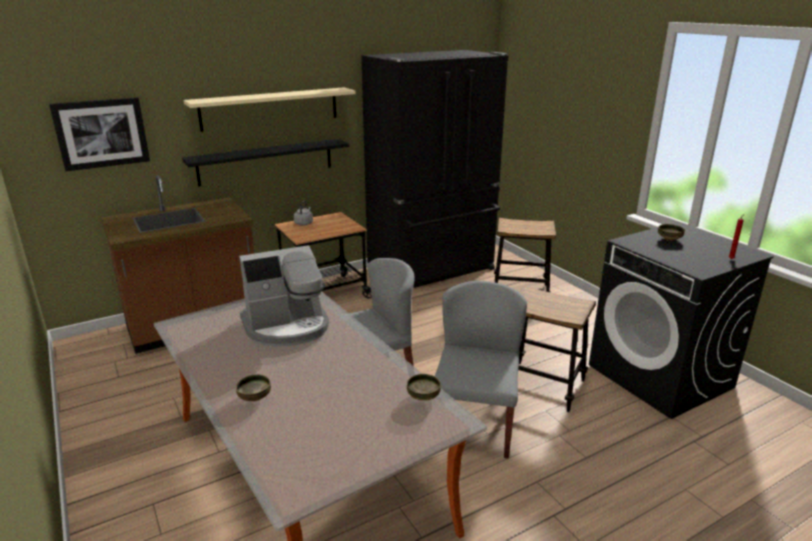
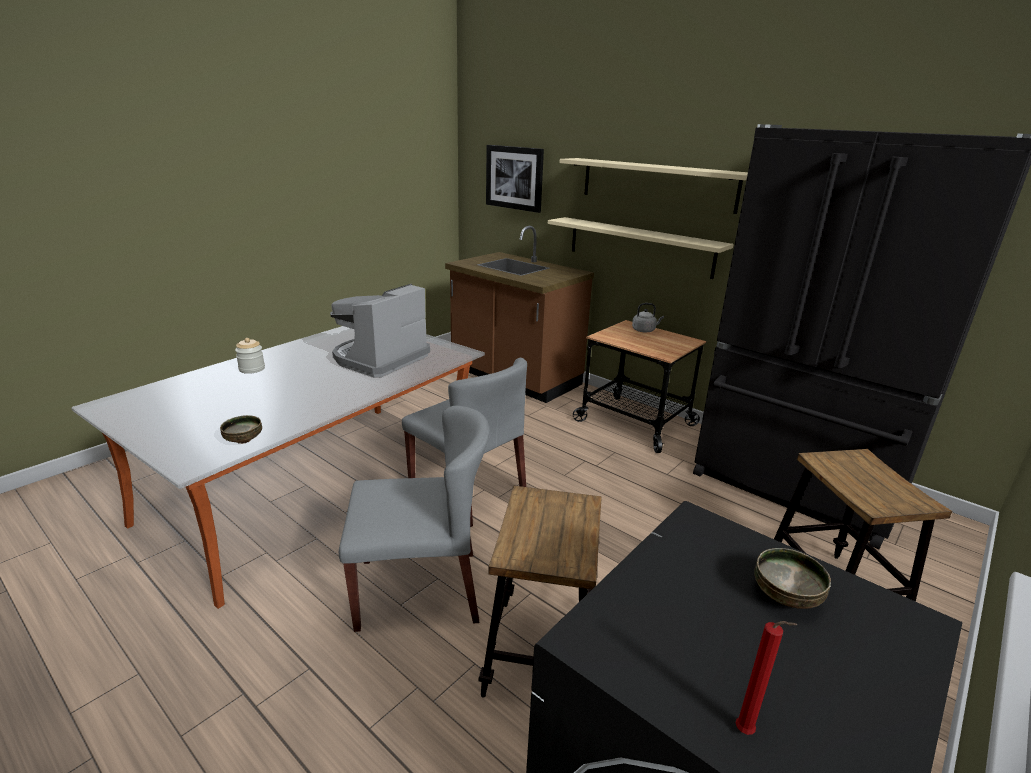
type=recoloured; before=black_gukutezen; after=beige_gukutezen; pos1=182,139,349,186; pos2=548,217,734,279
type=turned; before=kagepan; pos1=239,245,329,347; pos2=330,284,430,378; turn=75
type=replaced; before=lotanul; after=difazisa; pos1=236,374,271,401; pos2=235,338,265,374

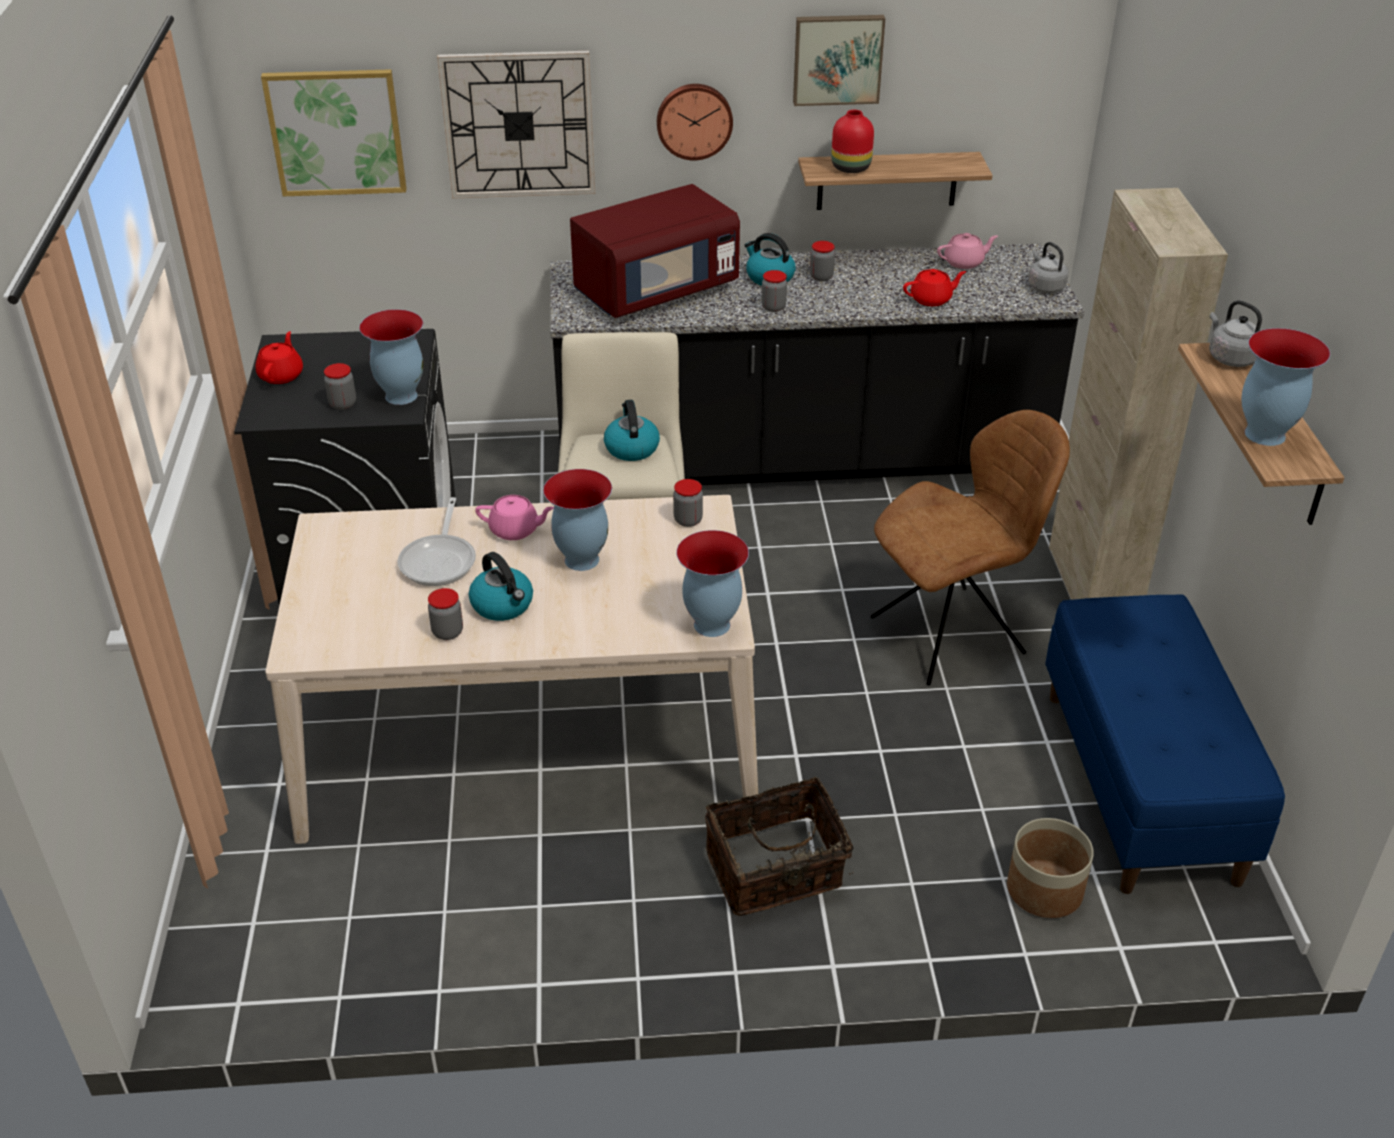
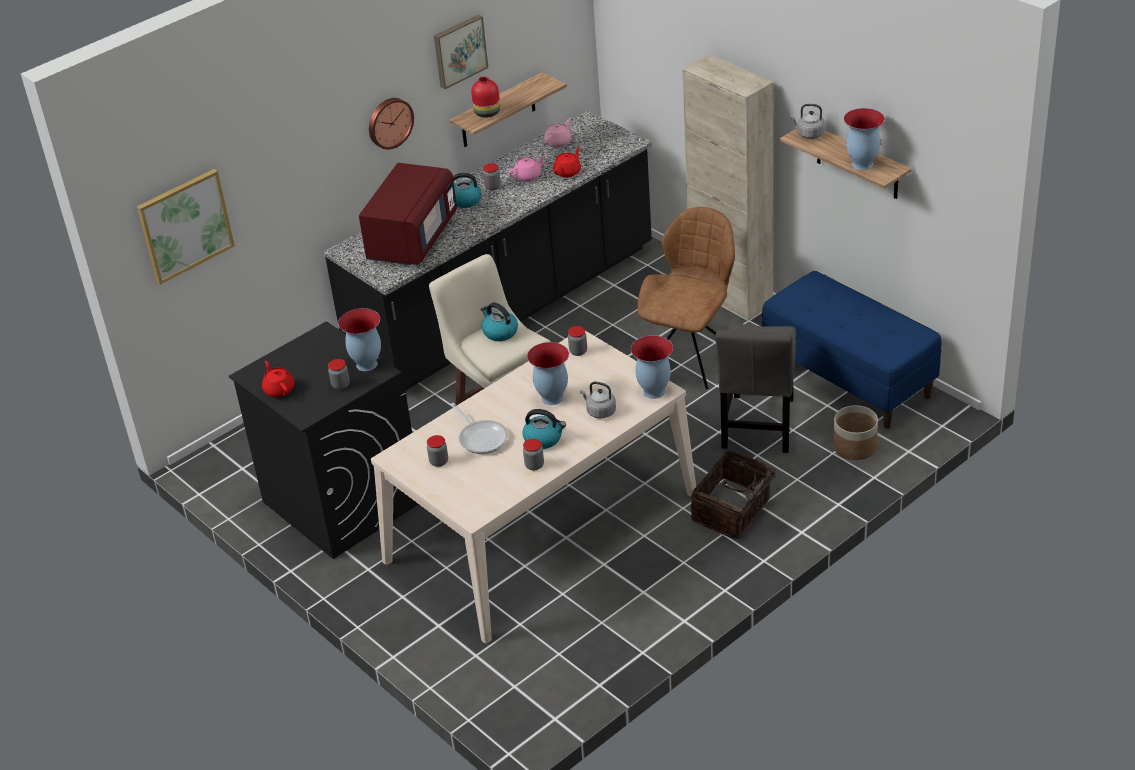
type=removed; before=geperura; pos1=437,51,595,199
type=moved; before=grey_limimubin; pos1=1028,242,1069,293; pos2=580,381,616,418
type=moved; before=difazisa; pos1=761,270,787,312; pos2=427,435,448,467
type=moved; before=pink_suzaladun; pos1=475,495,554,540; pos2=509,154,546,182
type=added; after=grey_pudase; pos2=715,324,796,453

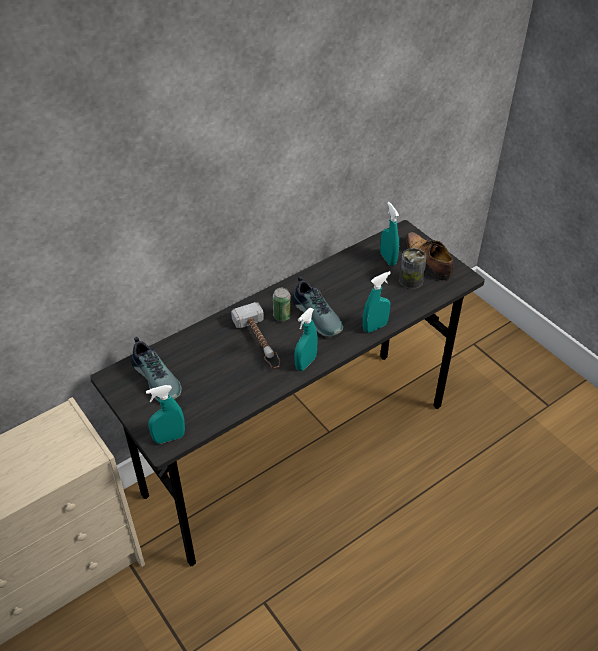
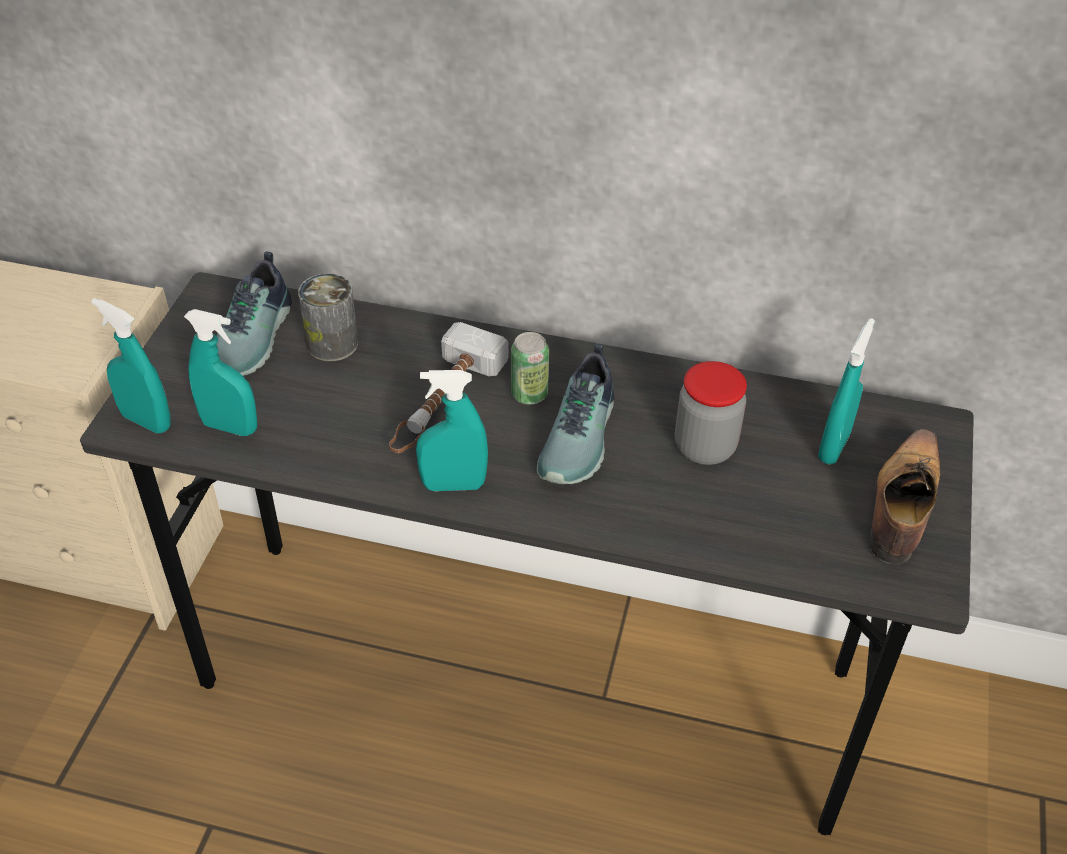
type=moved; before=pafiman; pos1=399,248,427,289; pos2=298,273,358,361
type=moved; before=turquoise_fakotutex; pos1=363,271,391,333; pos2=184,309,257,436
type=added; after=difazisa; pos2=675,361,747,465

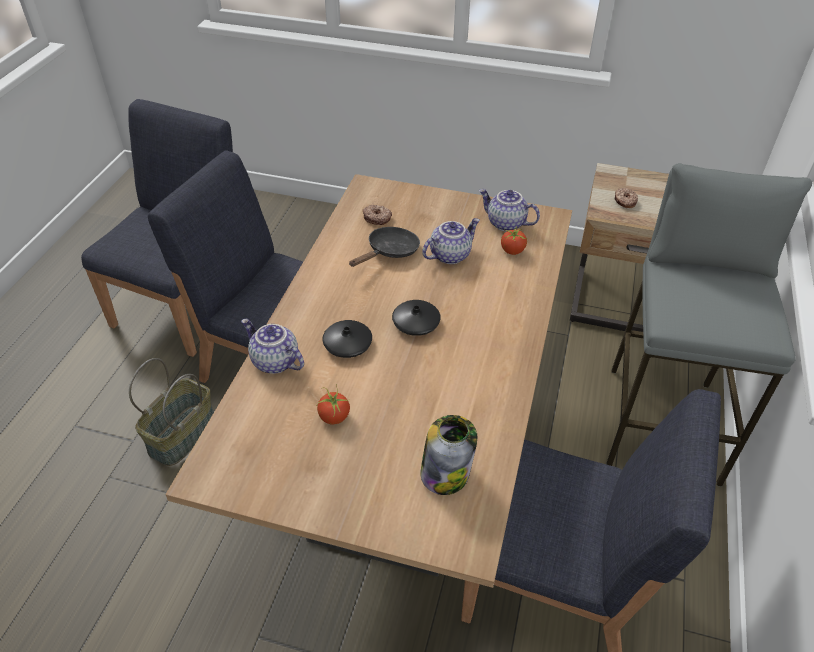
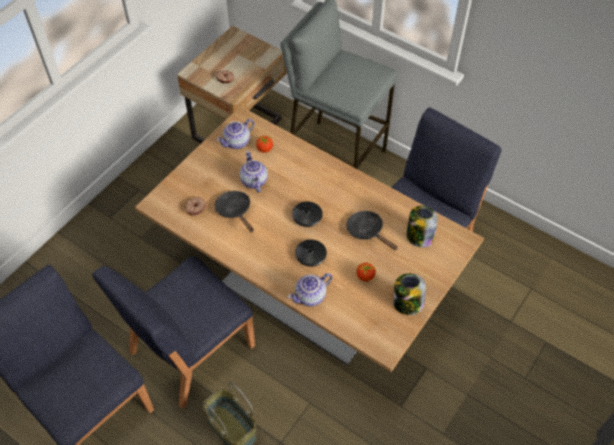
type=added; after=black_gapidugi; pos2=346,211,398,250
type=added; after=difazisa; pos2=393,273,426,315

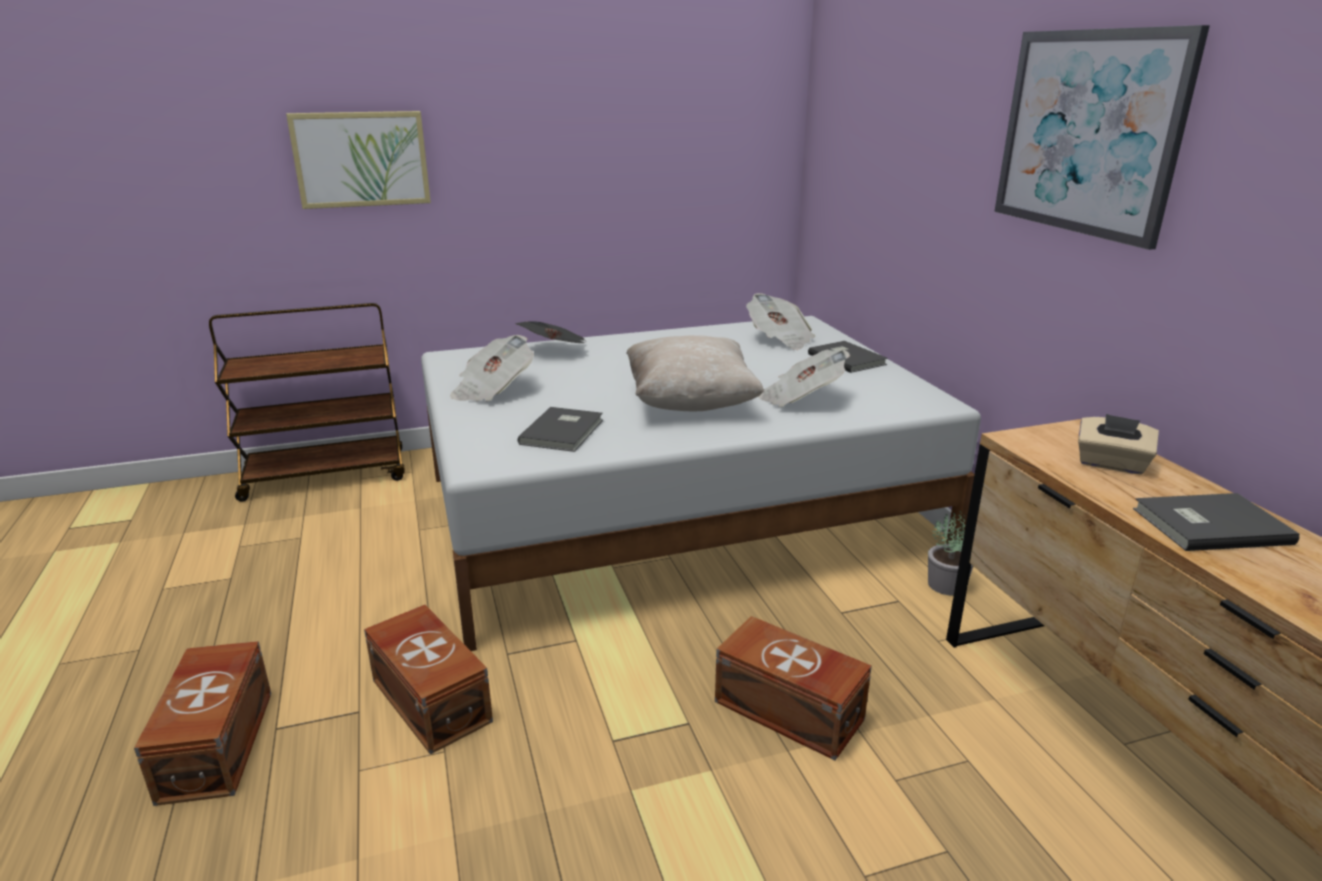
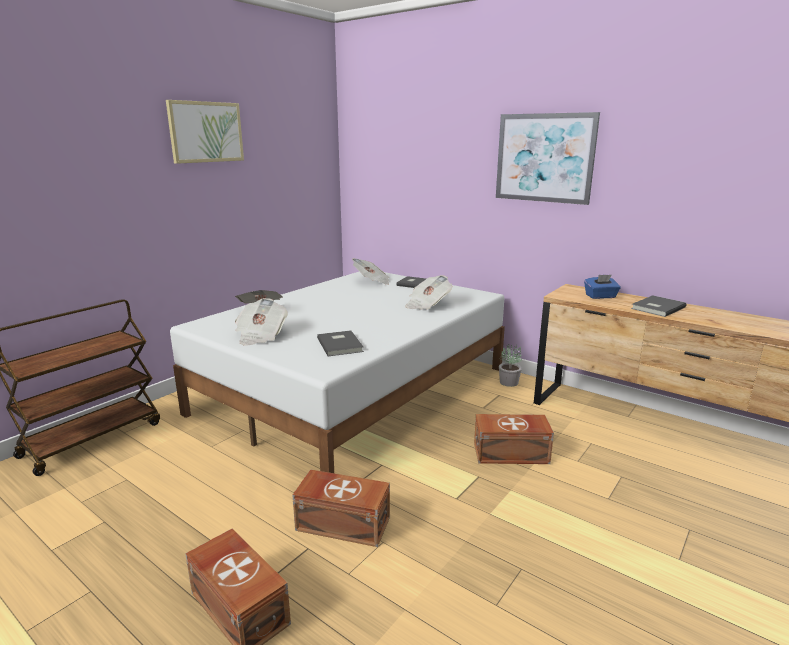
type=moved; before=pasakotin; pos1=286,111,431,209; pos2=166,100,244,164
type=removed; before=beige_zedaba; pos1=626,335,764,411
type=recoloured; before=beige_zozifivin; after=blue_zozifivin; pos1=1078,414,1159,475; pos2=584,275,621,299

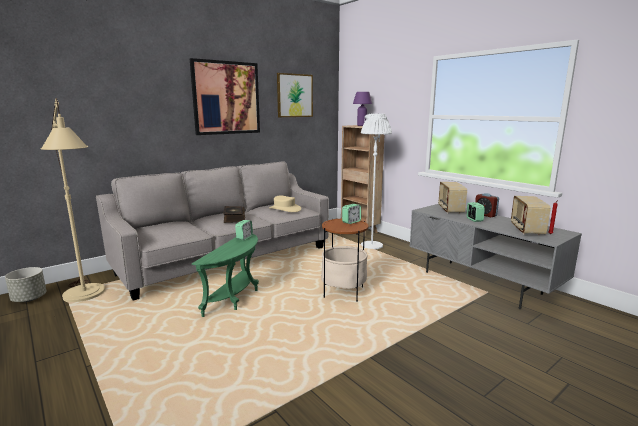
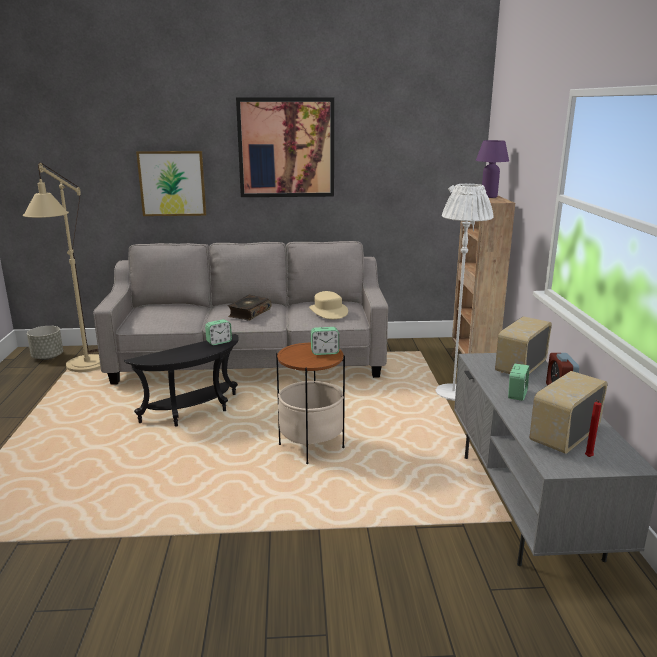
type=moved; before=pasakotin; pos1=277,73,313,117; pos2=136,151,207,216
type=recoloured; before=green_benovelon; after=black_benovelon; pos1=192,234,259,317; pos2=124,334,238,426

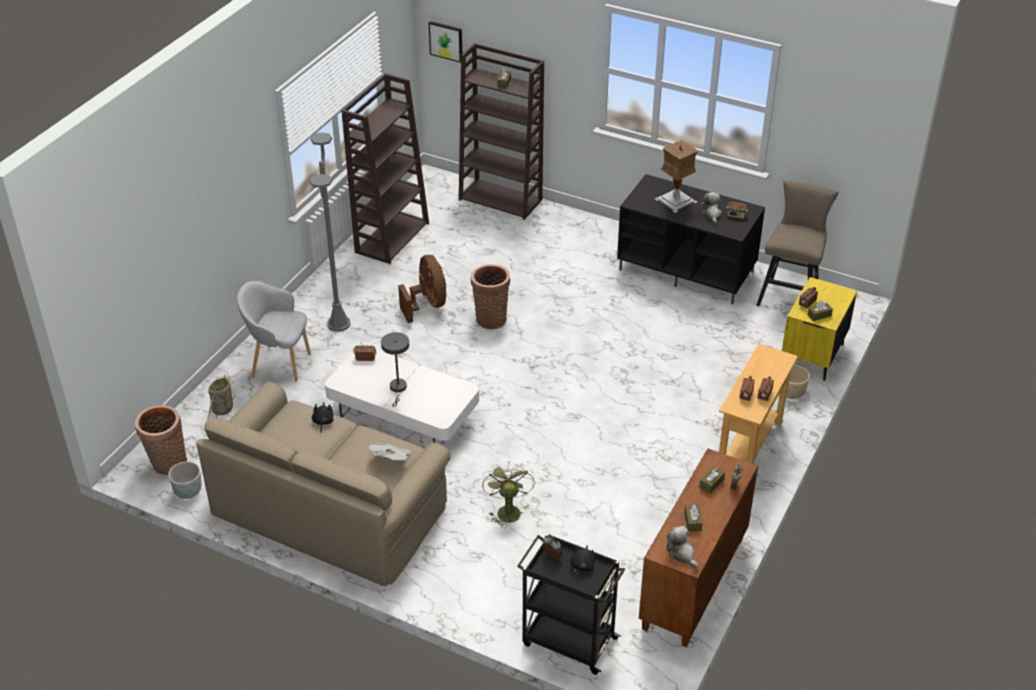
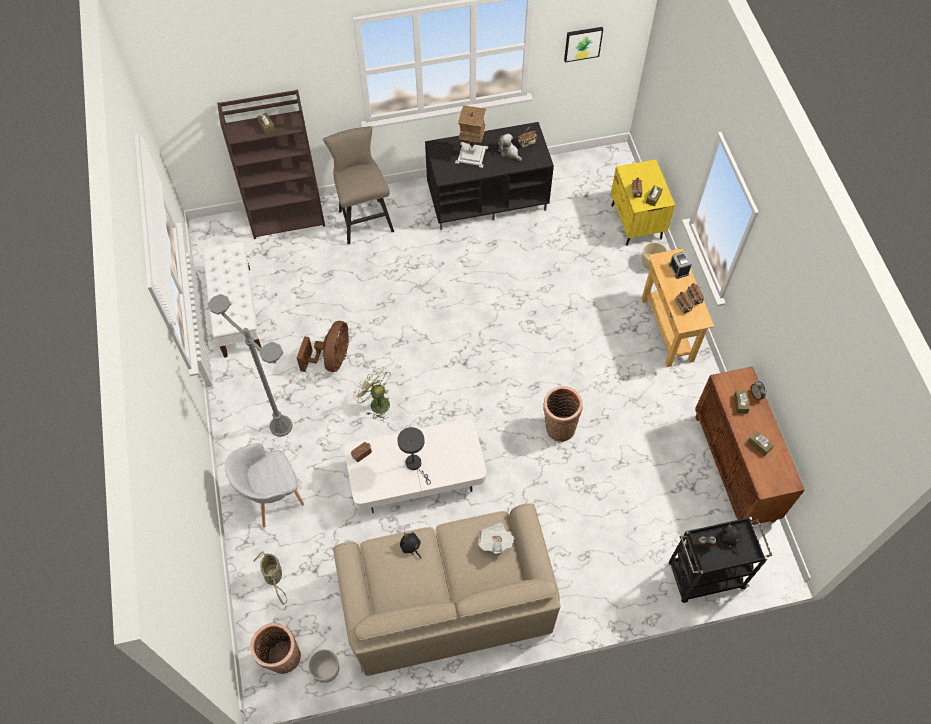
type=moved; before=pasakotin; pos1=429,21,462,63; pos2=564,27,603,63
type=replaced; before=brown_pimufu; after=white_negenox; pos1=342,73,429,264; pos2=203,242,262,358
type=moved; before=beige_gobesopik; pos1=756,180,839,306; pos2=323,126,394,244
type=turned; before=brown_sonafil; pos1=398,255,447,323; pos2=297,321,349,372; turn=75
type=moved; before=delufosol; pos1=471,264,510,329; pos2=543,386,583,442
type=moved; before=green_sonafil; pos1=482,461,535,527; pos2=353,367,391,419
type=removed; before=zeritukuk; pos1=666,526,698,568
type=added; after=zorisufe; pos2=669,252,692,279

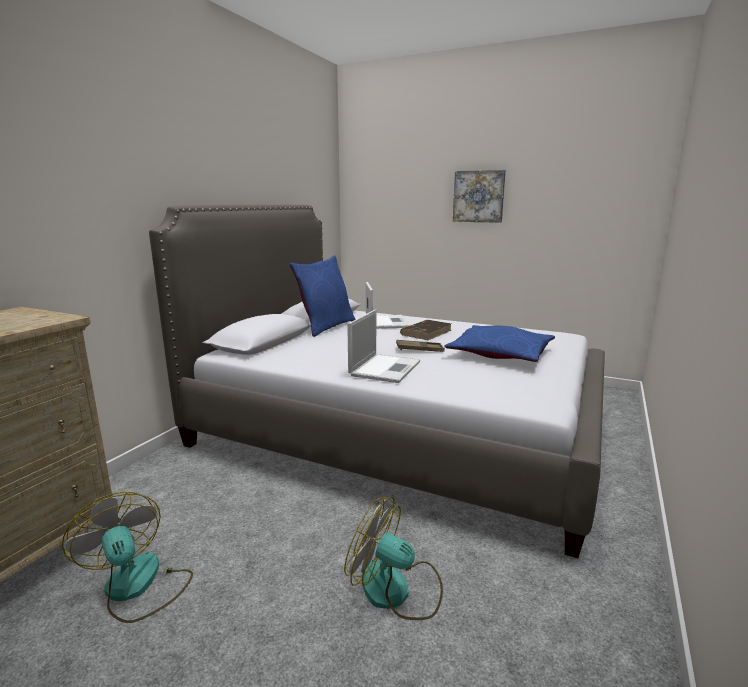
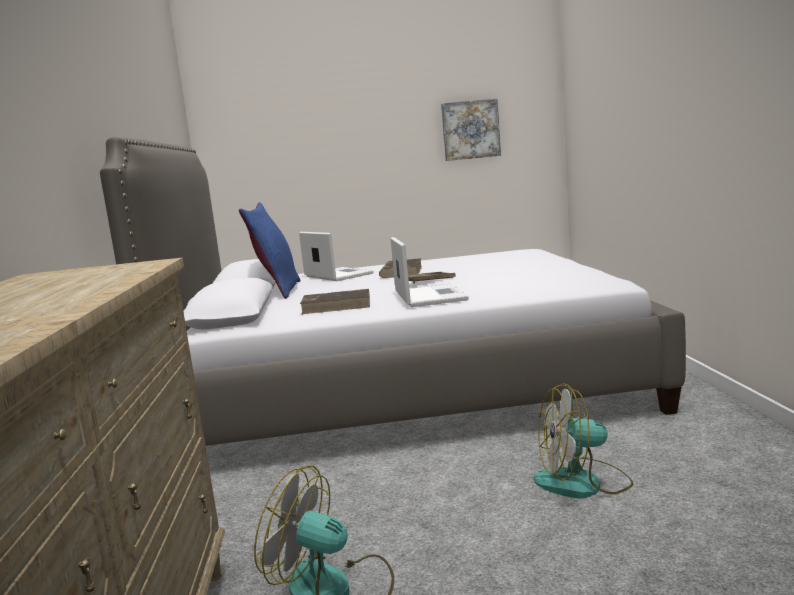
type=moved; before=pasakotin; pos1=453,170,506,223; pos2=441,99,501,161
type=removed; before=blue_zedaba; pos1=444,325,555,362
type=added; after=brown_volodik; pos2=300,289,370,314

